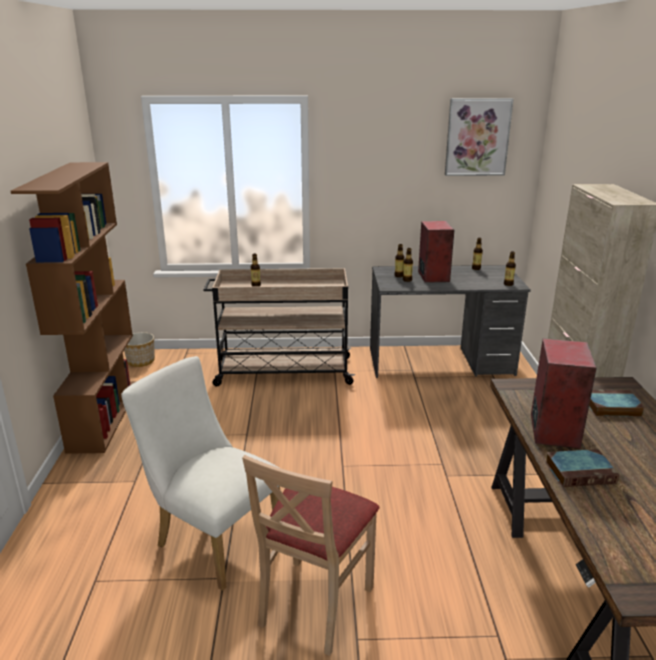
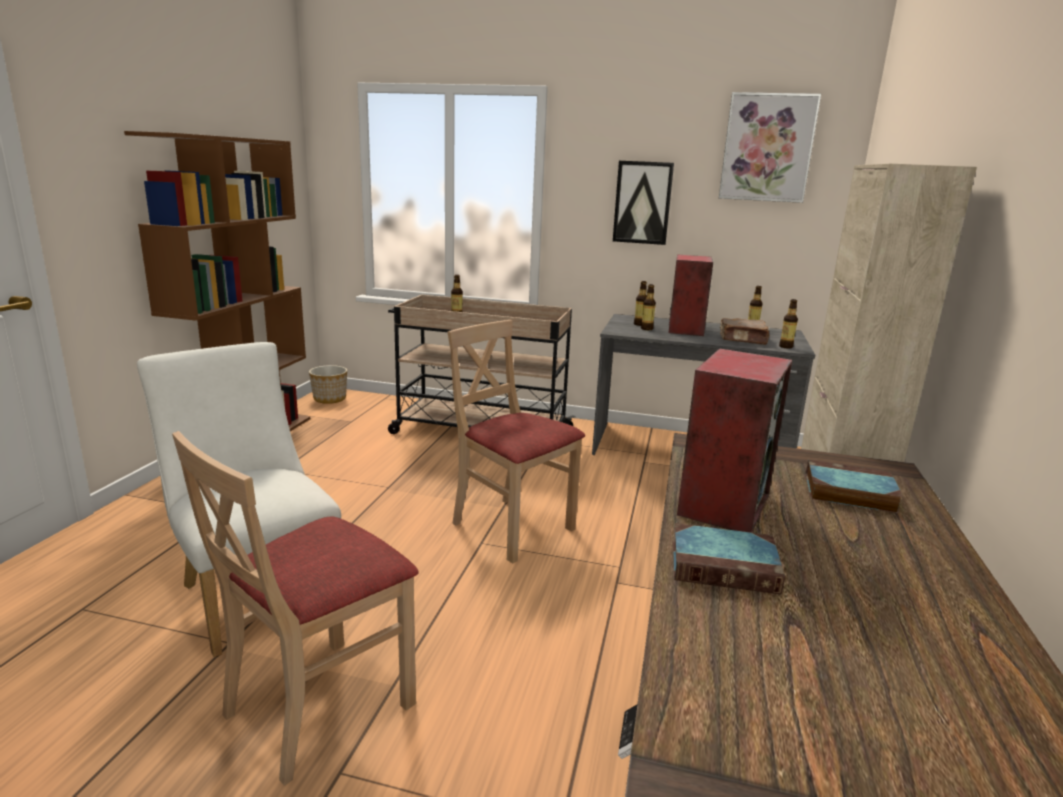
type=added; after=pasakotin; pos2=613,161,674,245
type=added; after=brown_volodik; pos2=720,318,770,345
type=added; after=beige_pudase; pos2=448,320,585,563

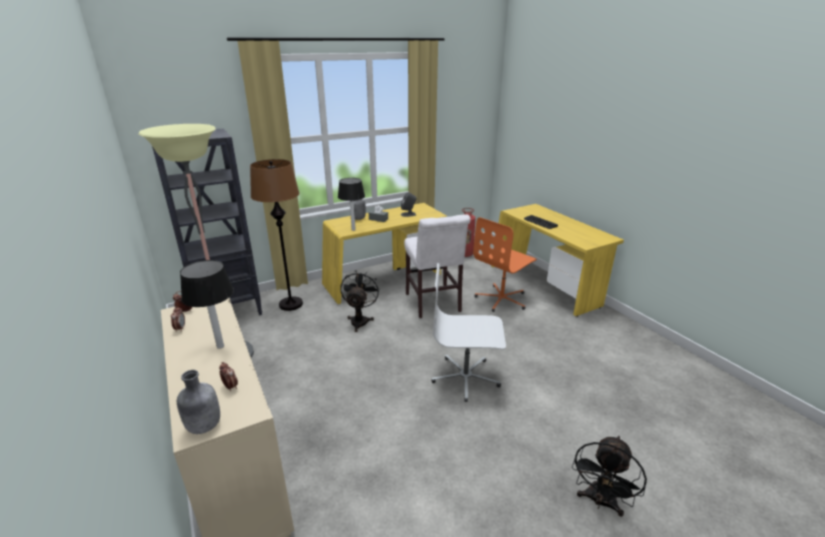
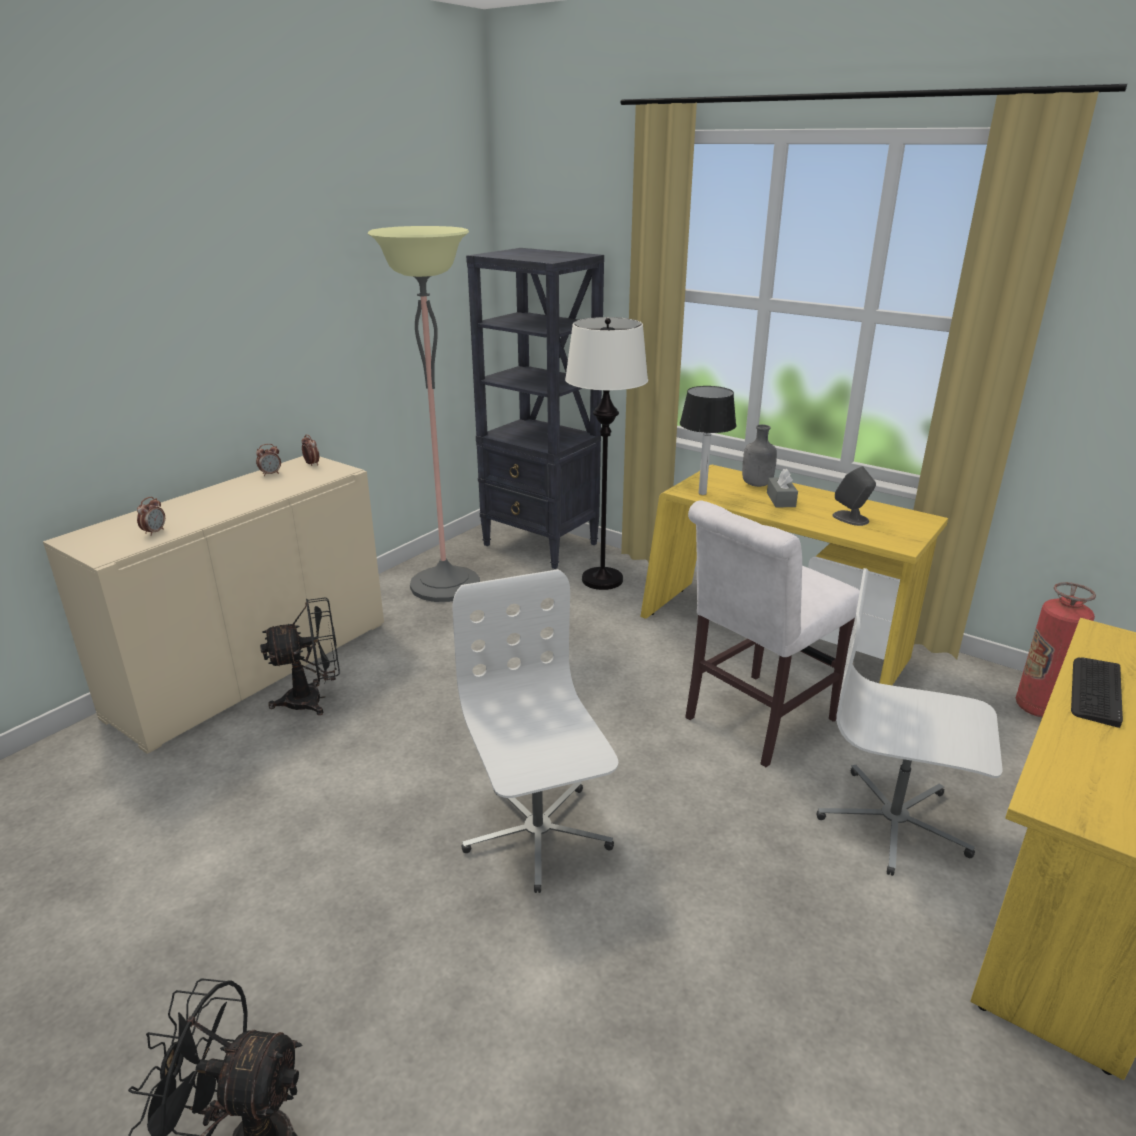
type=recoloured; before=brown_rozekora; after=white_rozekora; pos1=250,159,303,311; pos2=565,317,648,590
type=recoloured; before=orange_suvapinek; after=white_suvapinek; pos1=473,217,537,312; pos2=816,568,1003,876
type=removed; before=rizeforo; pos1=180,260,234,349
type=moved; before=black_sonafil; pos1=340,270,380,332; pos2=260,597,340,715
type=removed; before=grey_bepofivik; pos1=177,370,220,434

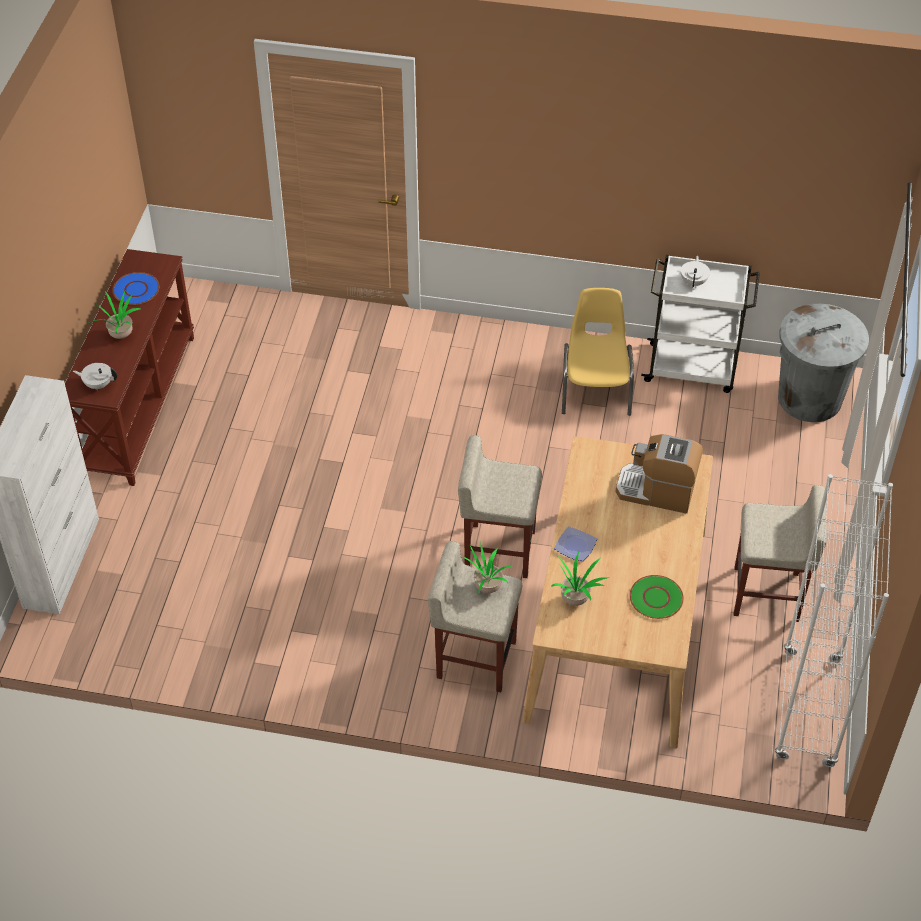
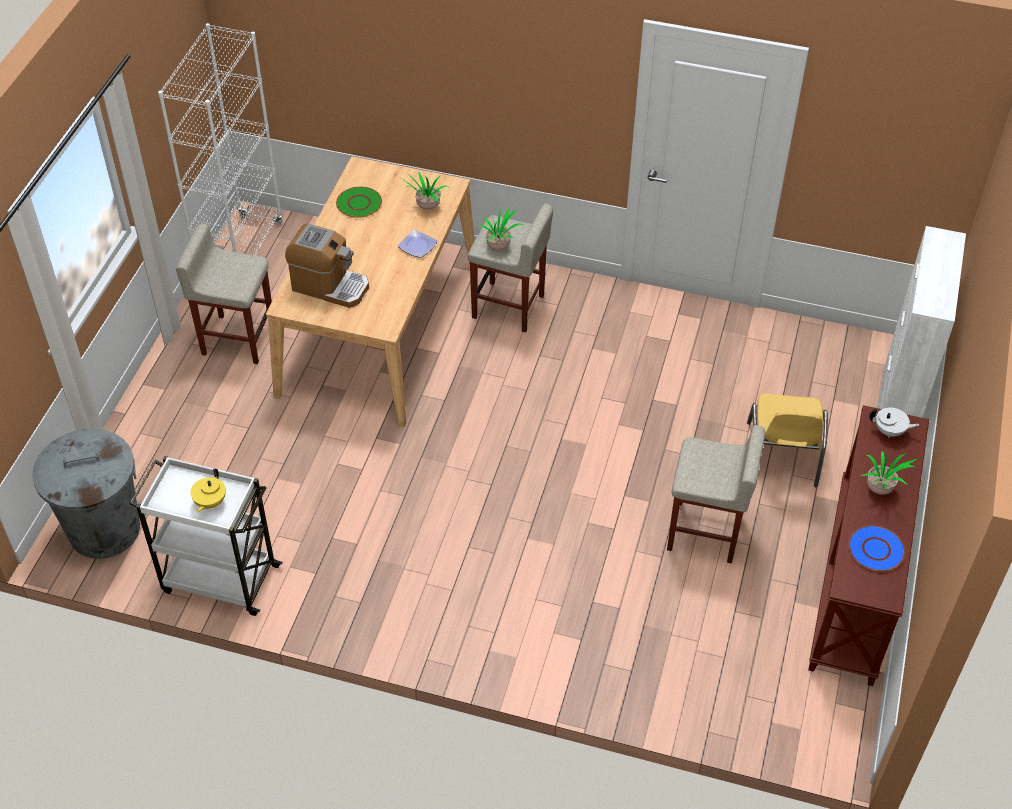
type=recoloured; before=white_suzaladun; after=yellow_suzaladun; pos1=681,256,710,288; pos2=191,469,226,512
type=moved; before=yellow_pudase; pos1=562,288,634,416; pos2=747,393,828,487
type=moved; before=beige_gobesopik; pos1=458,435,542,578; pos2=667,425,765,564

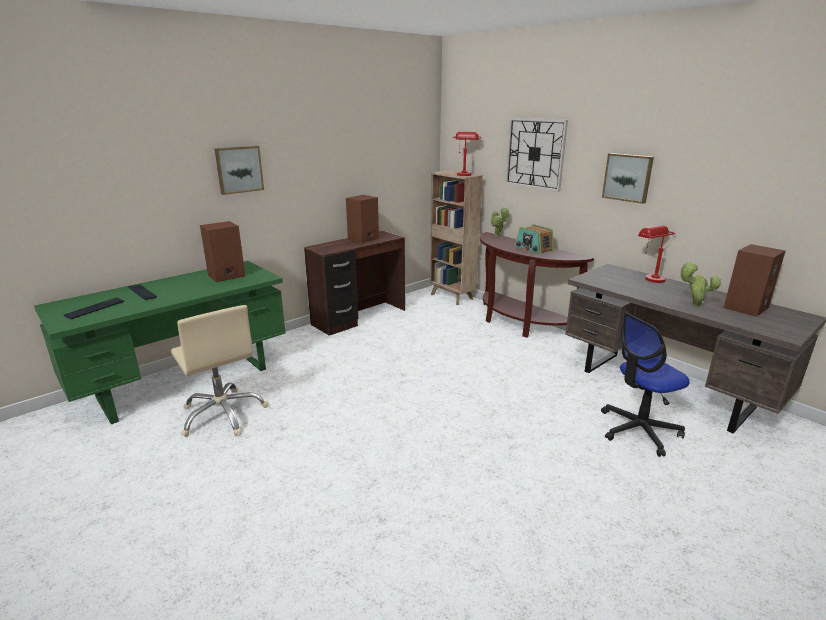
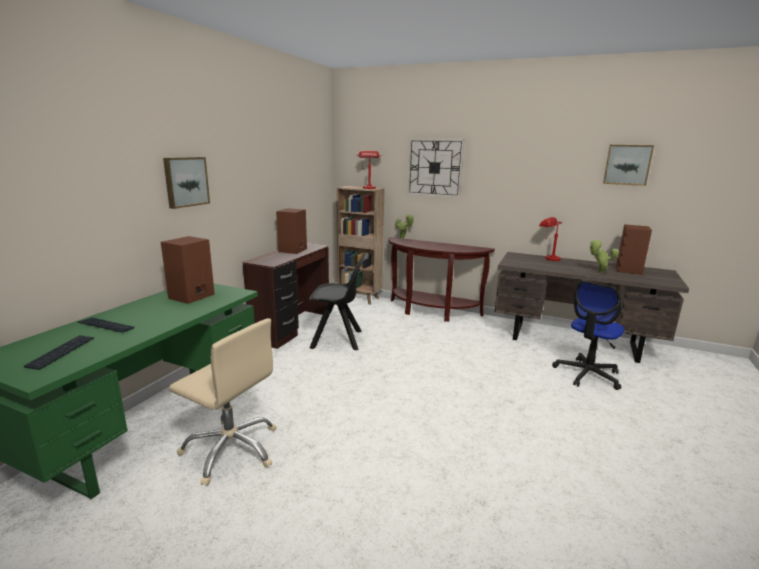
type=moved; before=pasakotin; pos1=602,153,654,204; pos2=603,145,654,186
type=removed; before=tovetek; pos1=515,224,554,255
type=added; after=black_pudase; pos2=309,253,369,351

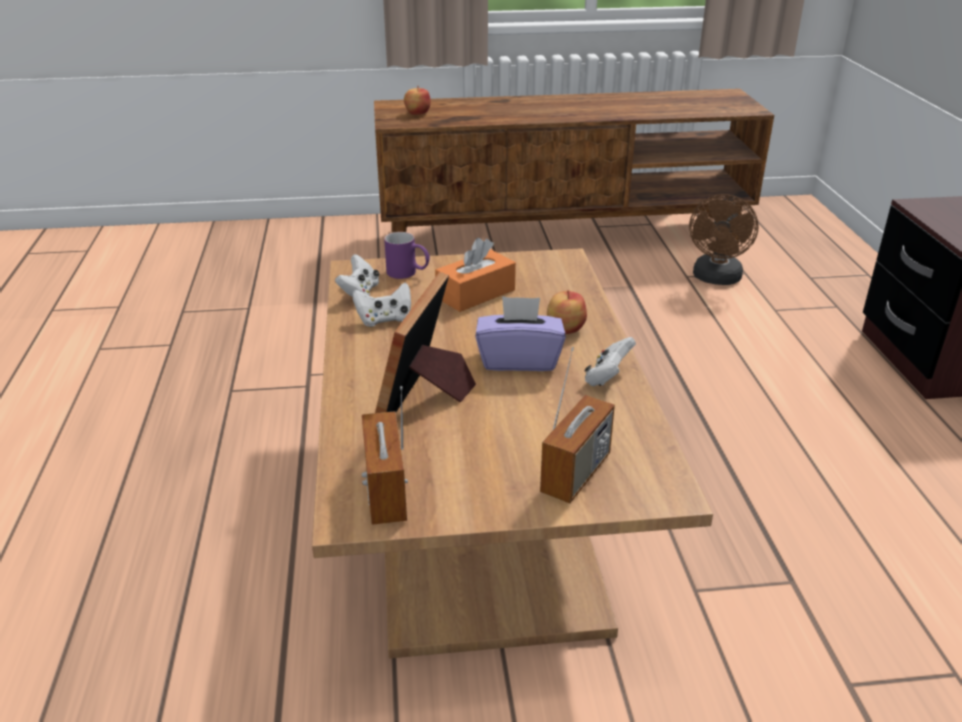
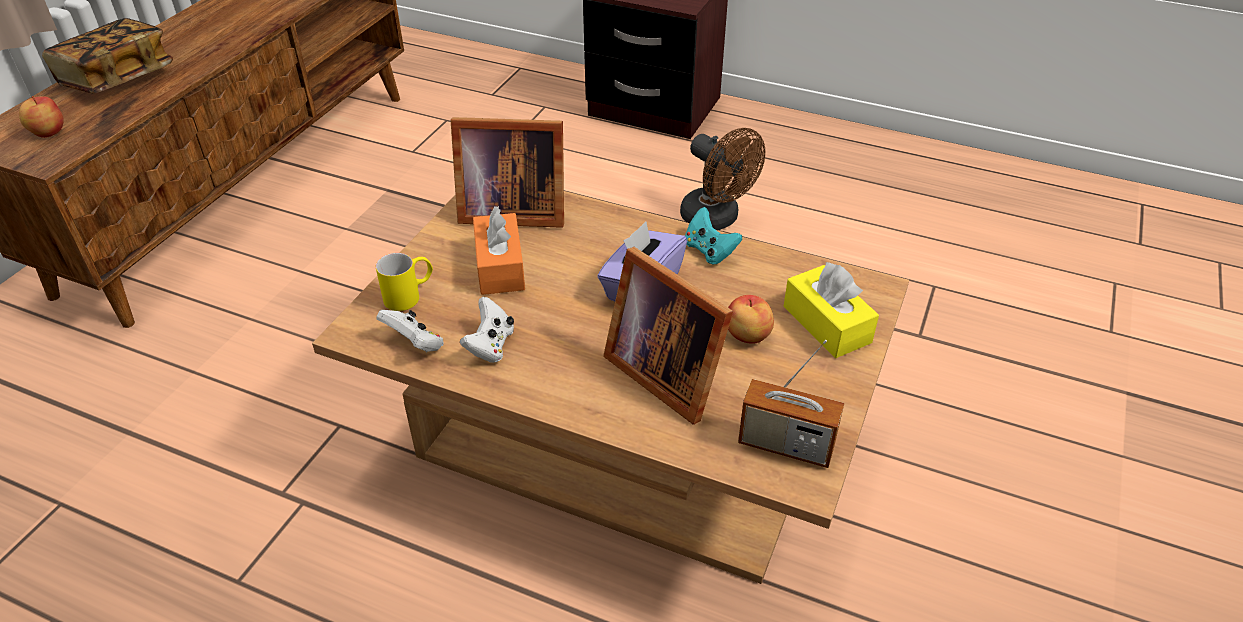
type=moved; before=brown_sonafil; pos1=689,194,759,285; pos2=680,128,765,230
type=recoloured; before=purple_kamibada; after=yellow_kamibada; pos1=384,232,430,279; pos2=376,253,433,311
type=moved; before=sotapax; pos1=547,290,587,334; pos2=728,295,774,344
type=recoloured; before=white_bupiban; after=turquoise_bupiban; pos1=584,337,636,386; pos2=685,207,742,264
type=replaced; before=tovetek; after=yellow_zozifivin; pos1=540,347,615,503; pos2=784,262,879,358
type=added; after=volodik; pos2=42,18,173,94
type=added; after=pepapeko; pos2=451,117,564,228

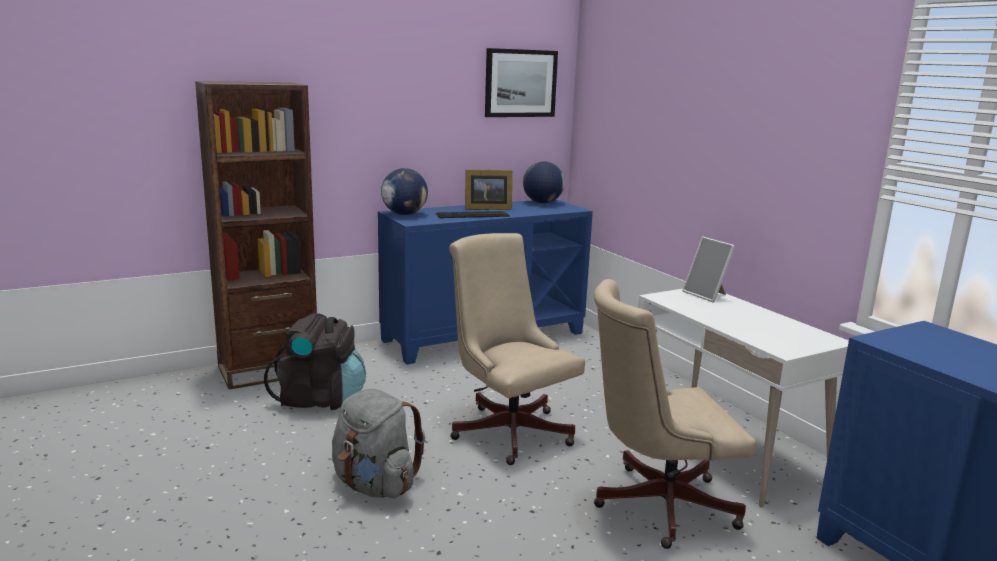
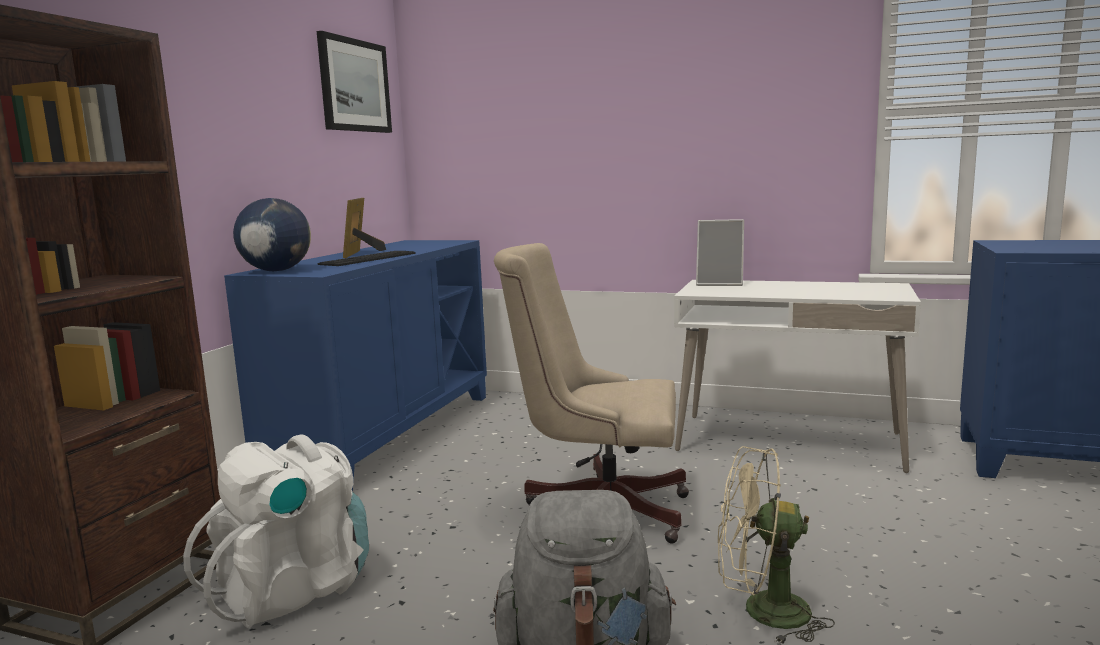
type=removed; before=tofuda; pos1=523,161,565,203
type=turned; before=pepapeko; pos1=465,169,512,210; pos2=343,198,386,258; turn=135
type=removed; before=beige_suvapinek; pos1=594,279,756,549
type=recoloured; before=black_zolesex; after=white_zolesex; pos1=264,313,366,410; pos2=183,435,369,628
type=added; after=beige_sonafil; pos2=718,446,835,645

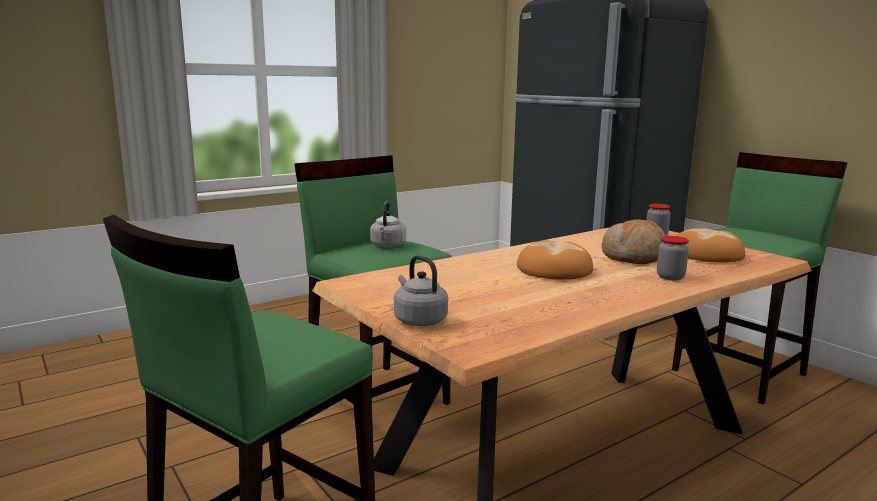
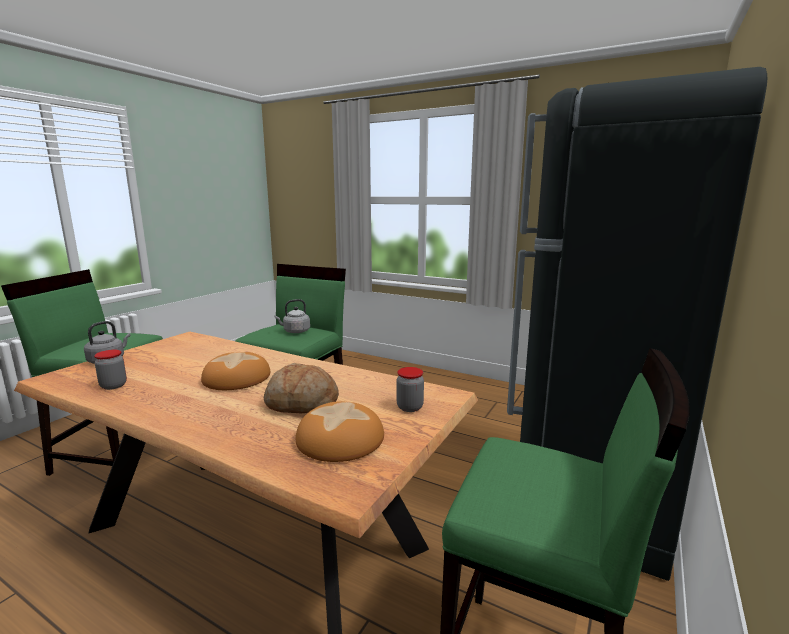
type=moved; before=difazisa; pos1=657,236,689,280; pos2=94,350,127,390

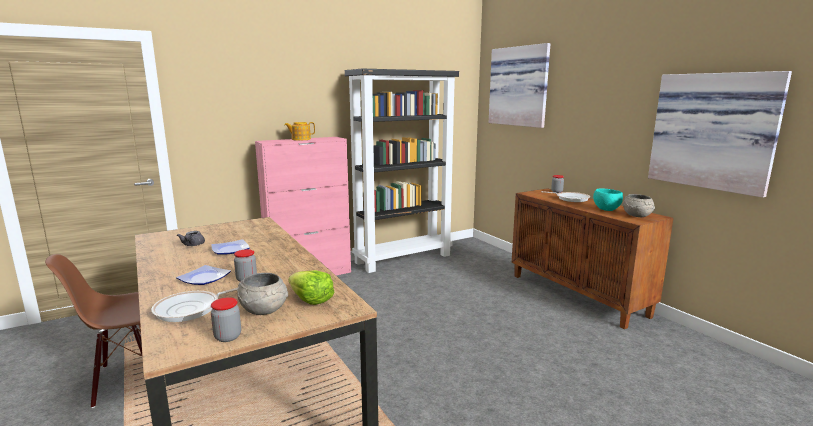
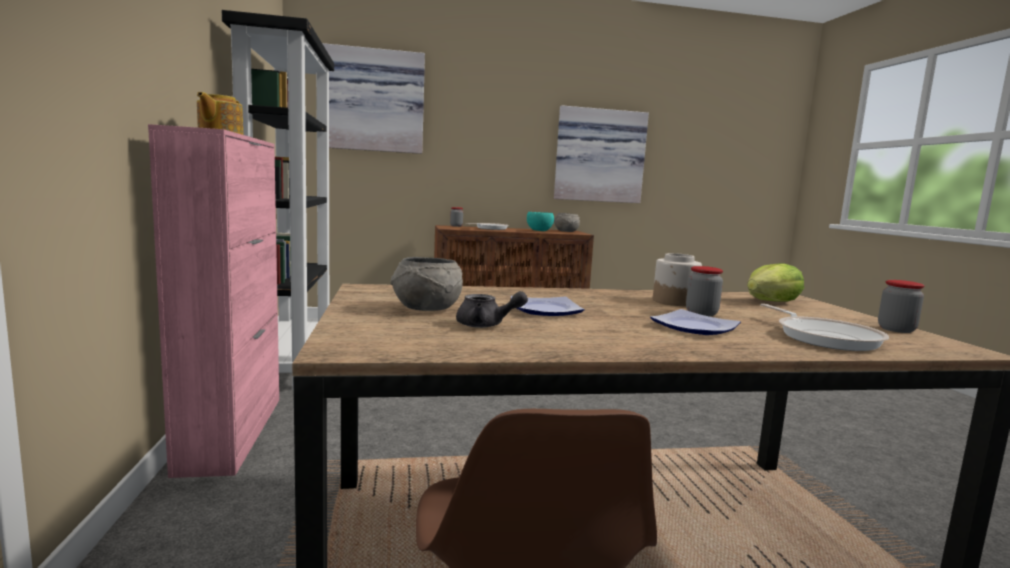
type=moved; before=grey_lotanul; pos1=237,273,288,315; pos2=390,257,463,311
type=added; after=difazisa; pos2=653,253,702,306

